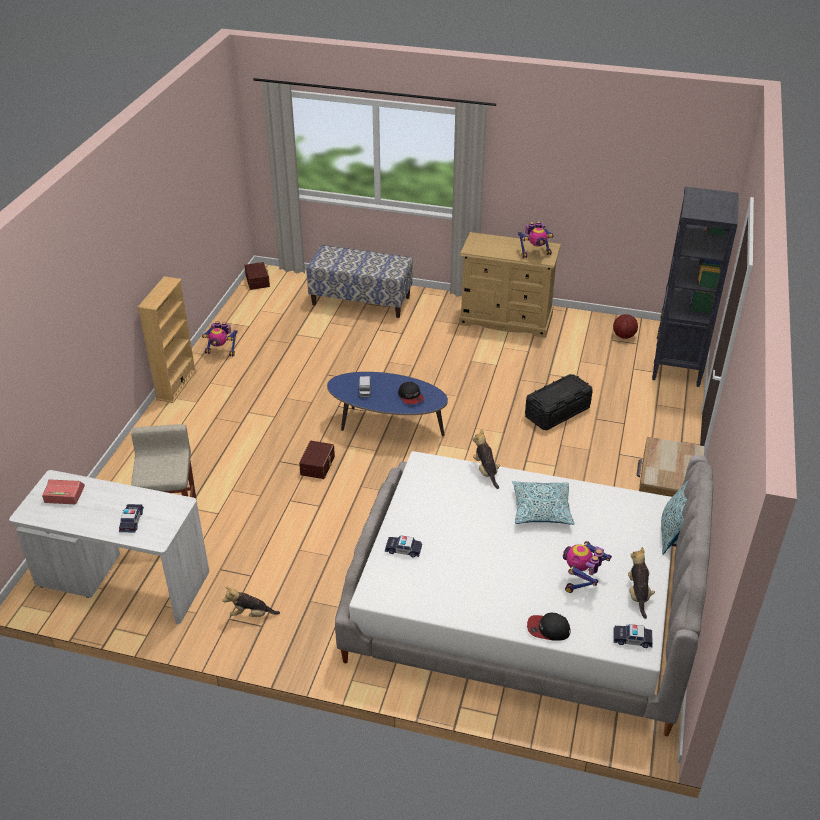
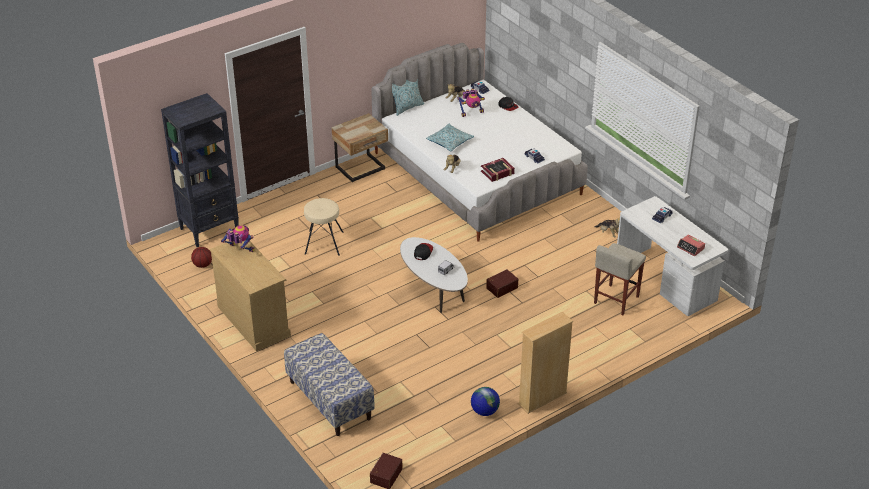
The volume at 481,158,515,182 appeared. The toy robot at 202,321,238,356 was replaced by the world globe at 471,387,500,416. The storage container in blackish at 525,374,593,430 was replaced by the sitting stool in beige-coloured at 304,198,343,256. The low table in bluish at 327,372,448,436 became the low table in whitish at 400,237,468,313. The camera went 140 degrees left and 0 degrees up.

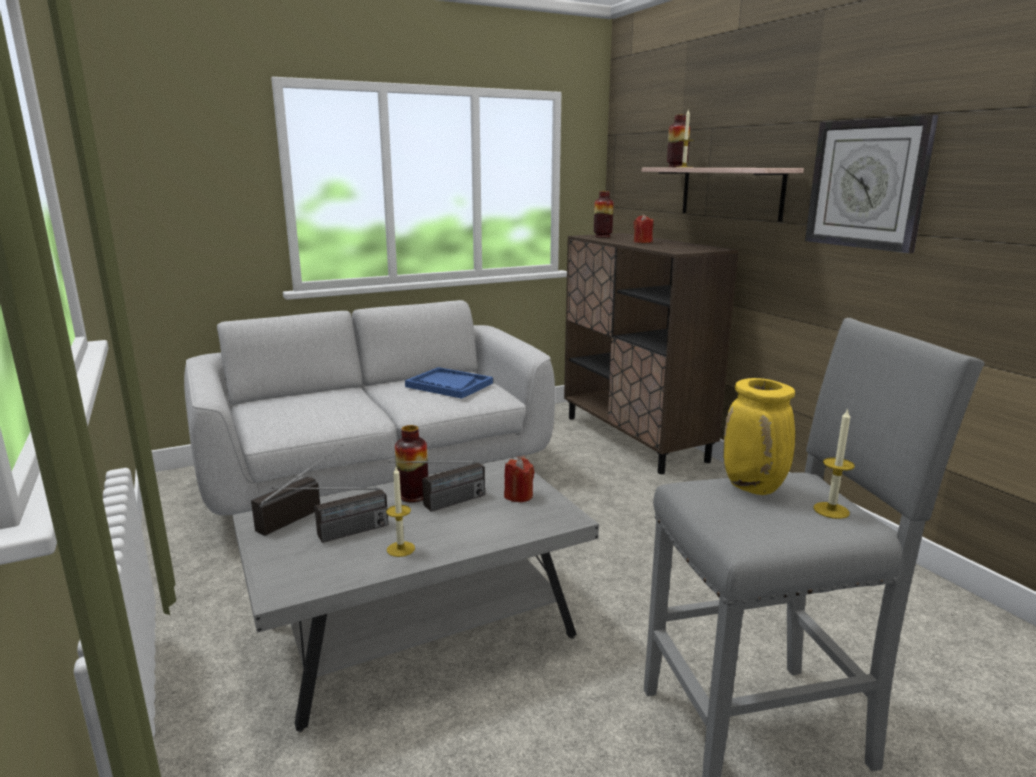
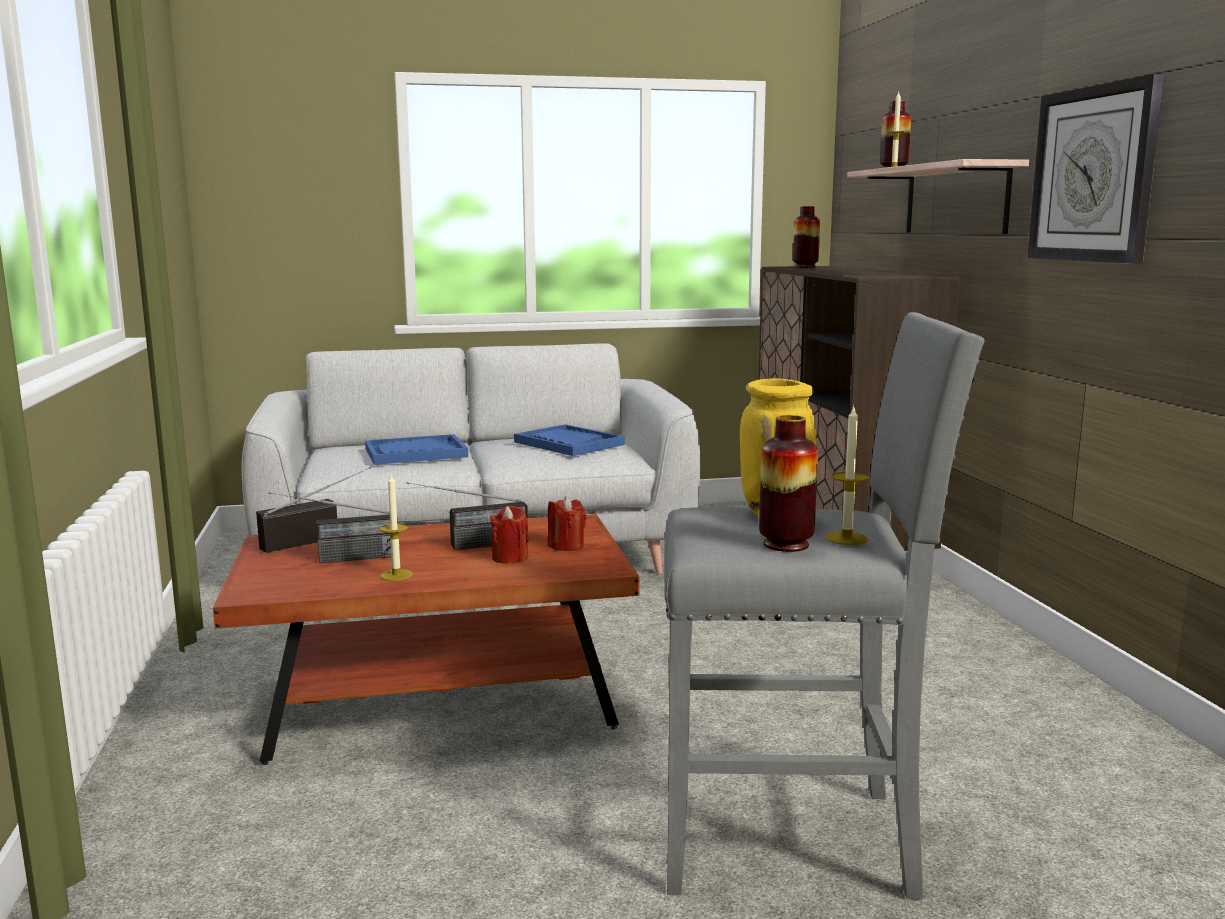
The serving tray in bluish at 365,434,468,465 appeared. The vase moved from 395,425,428,502 to 759,415,818,552. The wax candle in red-coloured moved from 634,214,653,243 to 490,506,528,564. The low table in grey at 233,457,599,732 became the low table in brown at 213,514,639,765. The camera went 15 degrees right and 5 degrees down.

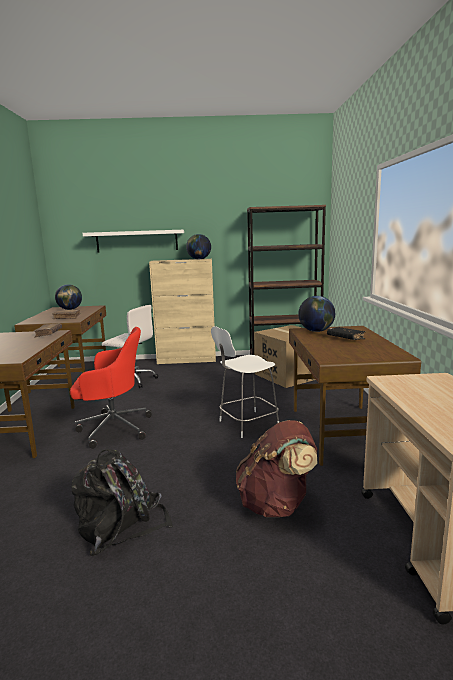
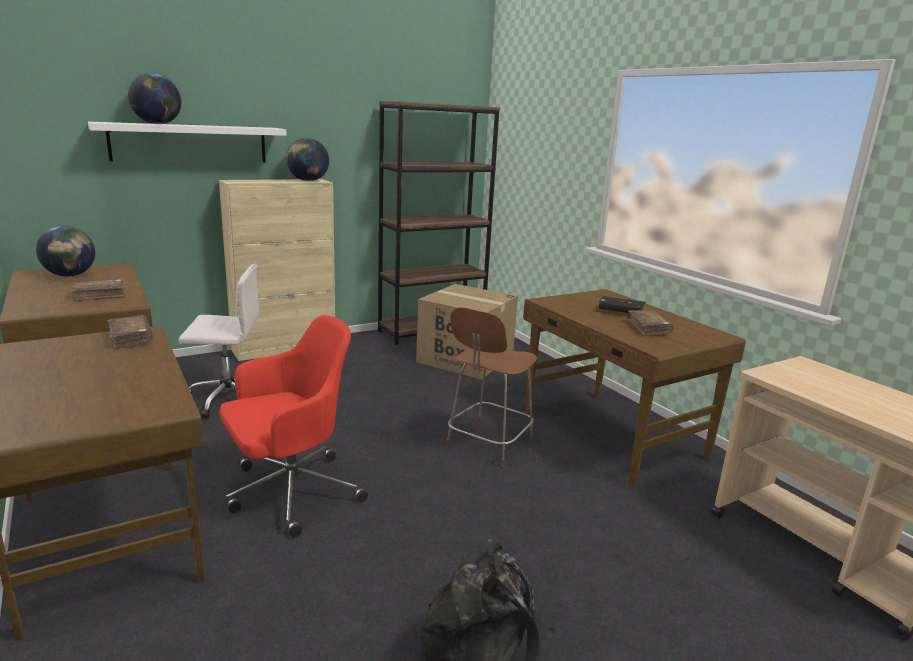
The backpack in brown at 236,420,318,517 disappeared. The volume in brown at 627,310,674,336 appeared. The world globe moved from 298,296,335,332 to 128,73,181,124. The chair in whitish at 211,326,279,438 became the chair in brown at 446,307,537,468. The camera went 30 degrees left and 5 degrees up.

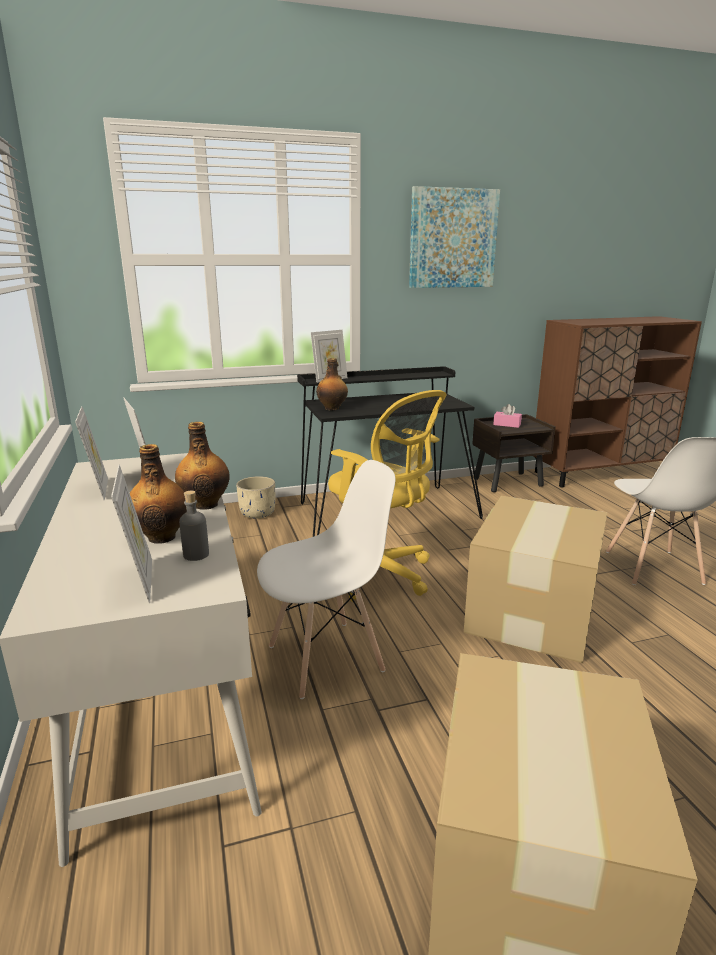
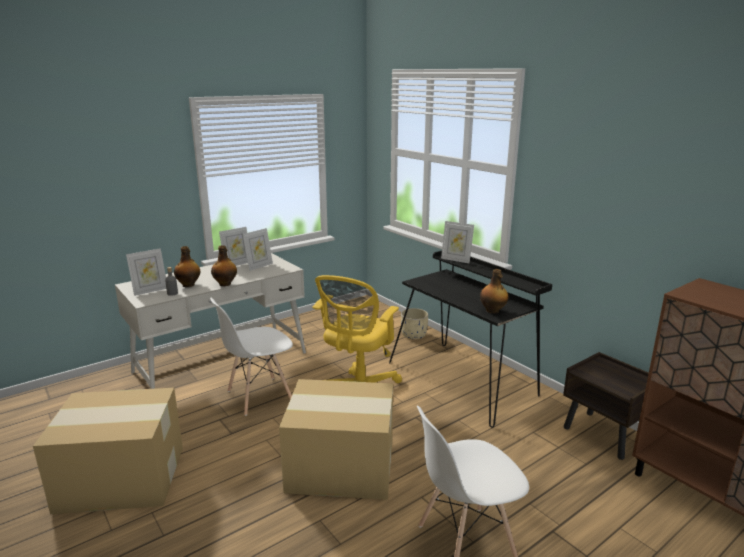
The picture at 409,186,500,288 disappeared. The tissue holder in pinkish at 493,404,522,428 disappeared. The bottle moved from 316,358,348,411 to 480,269,508,314. The chair in whitish at 257,460,395,699 turned 105 degrees clockwise. The camera went 70 degrees right and 0 degrees up.

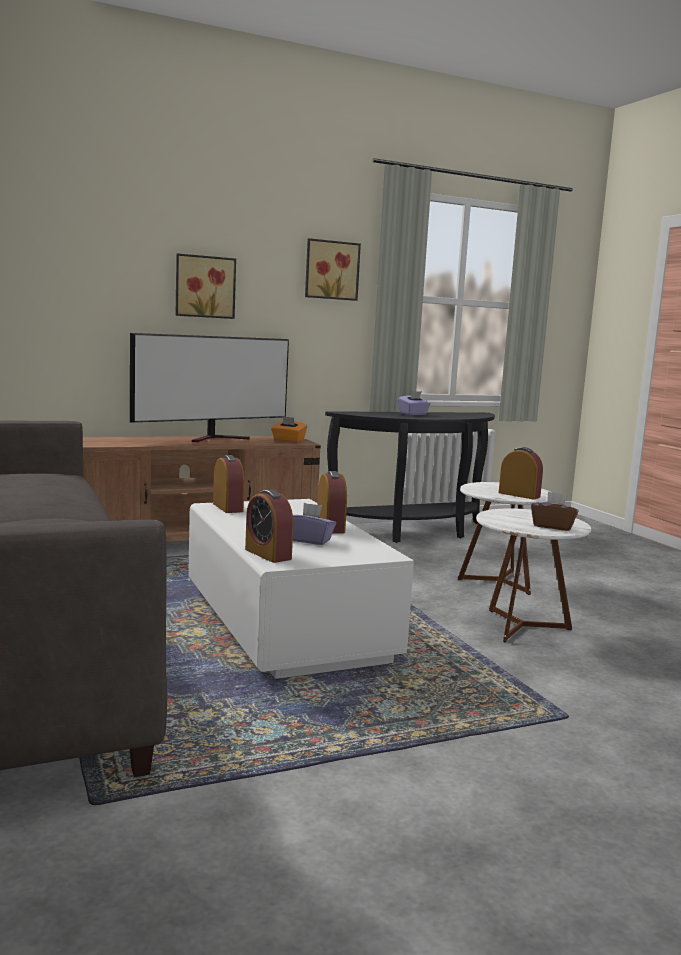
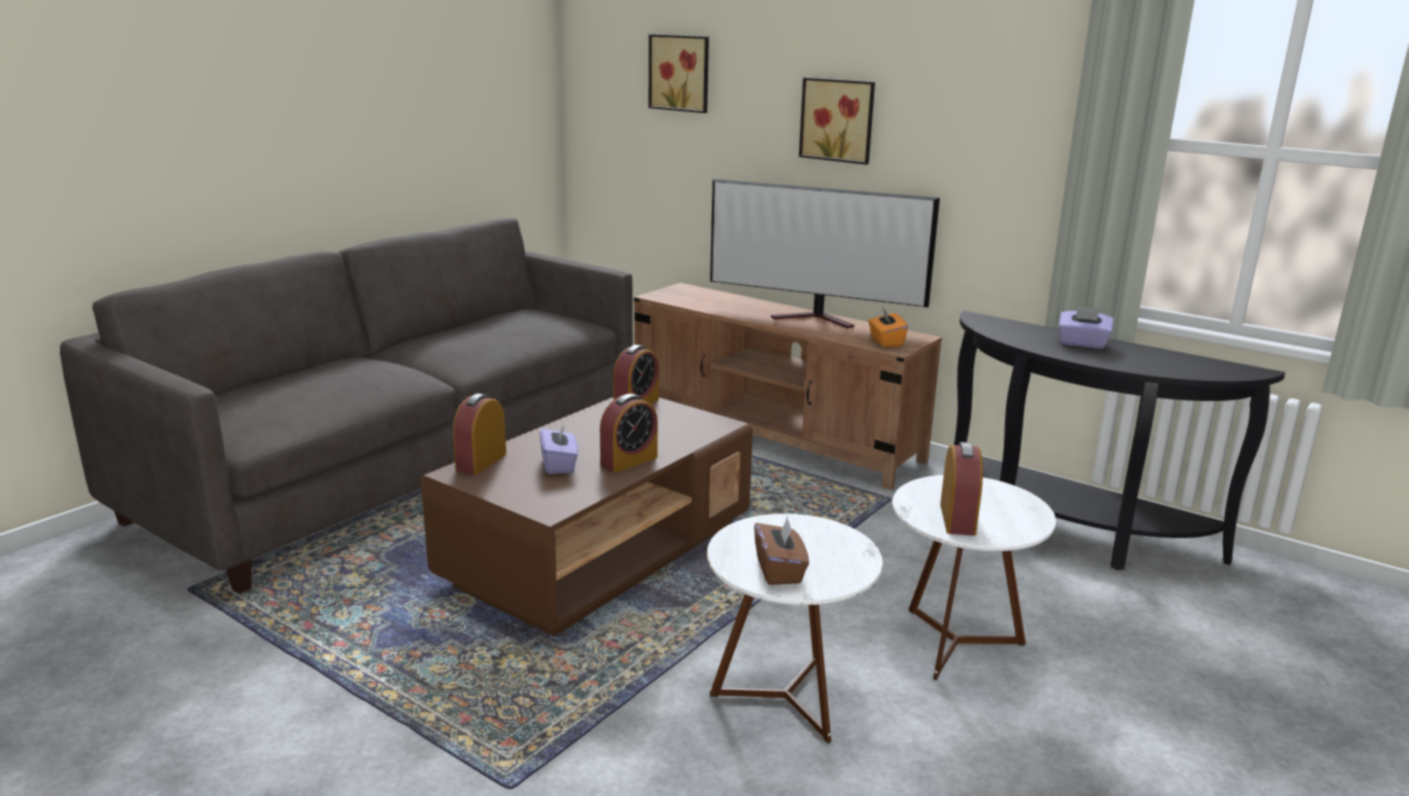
The picture moved from 305,238,361,301 to 649,34,709,113. The low table in whitish at 188,499,414,679 became the low table in brown at 421,397,753,636. The camera went 60 degrees right and 10 degrees up.

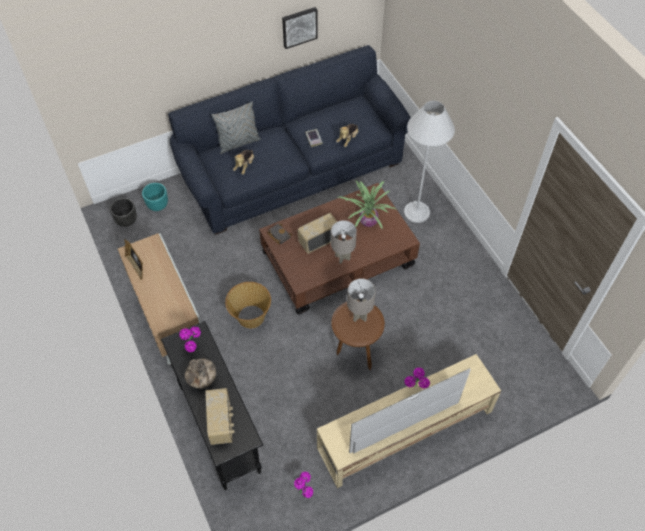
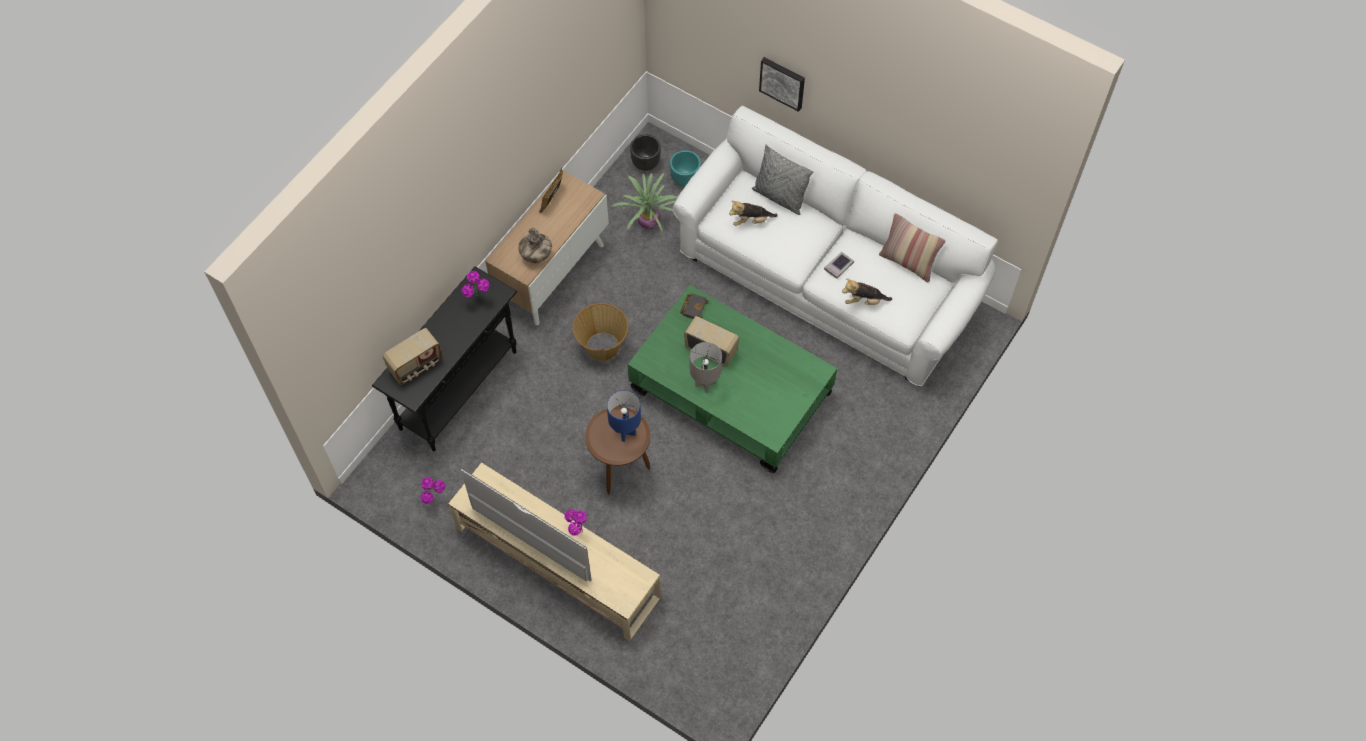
The standard lamp in whitish at 404,101,455,223 disappeared. The cushion at 879,213,945,282 appeared. The vase moved from 185,359,216,389 to 518,228,552,263. The picture moved from 282,7,318,49 to 759,57,805,112. The plant in a pot moved from 338,180,397,230 to 611,173,678,233. The settee in bluish at 168,45,411,235 became the settee in whitish at 673,106,998,387. The low table in brown at 259,183,420,314 became the low table in green-coloured at 628,285,837,473. The tabletop lamp in grey at 347,278,376,322 became the tabletop lamp in bluish at 607,390,641,442. The camera went 60 degrees right and 5 degrees up.

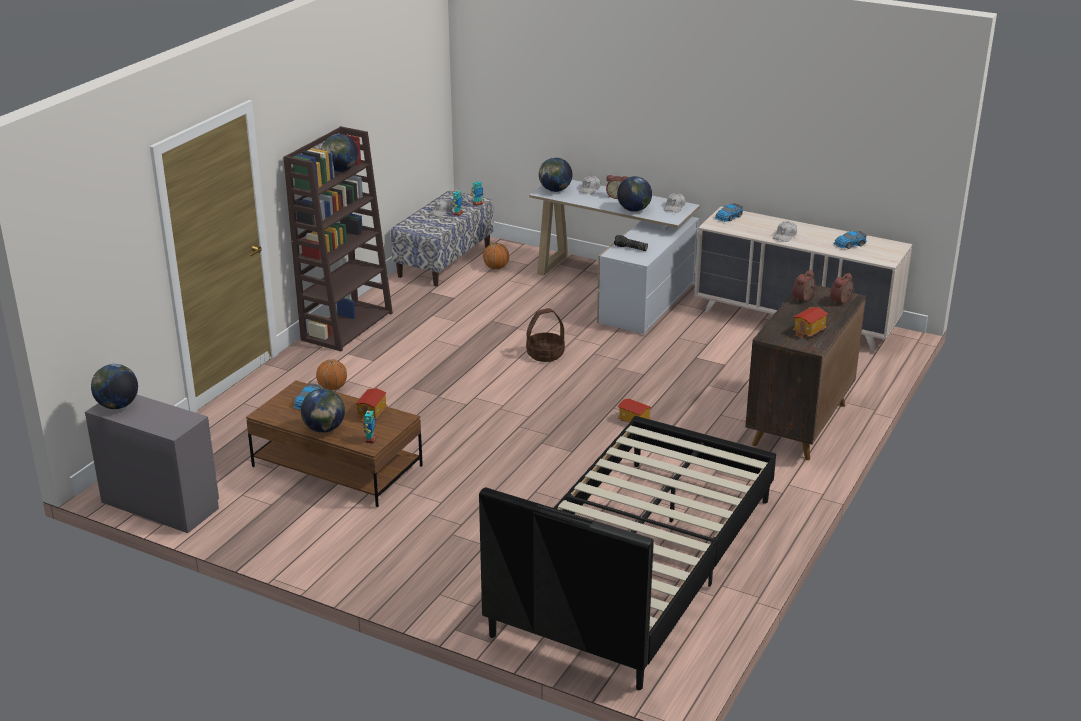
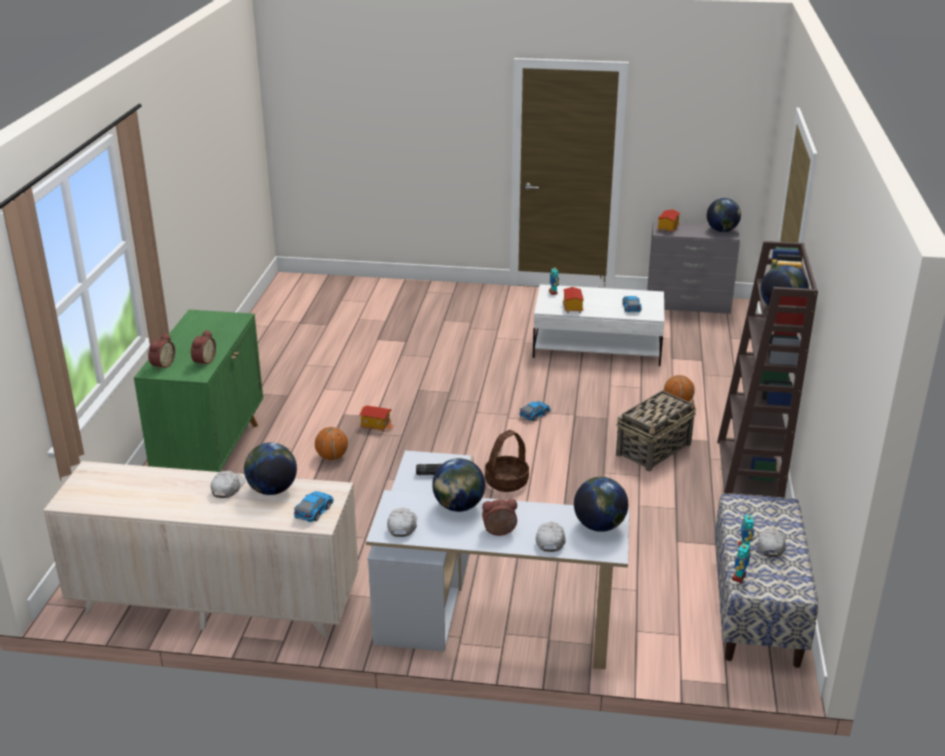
The bedroom bed in blackish at 479,416,776,690 disappeared. The household basket at 616,390,696,472 appeared. The world globe moved from 301,389,345,433 to 244,443,297,495. The ball for basketball moved from 483,243,509,270 to 315,427,348,460. The miniature house moved from 793,307,828,338 to 657,209,680,233. The model car moved from 834,231,867,249 to 519,401,551,421. The low table in brown at 246,380,423,507 became the low table in whitish at 533,284,665,366. The cupboard in brown at 745,285,866,460 became the cupboard in green-coloured at 134,310,263,472. The camera went 160 degrees right and 0 degrees up.

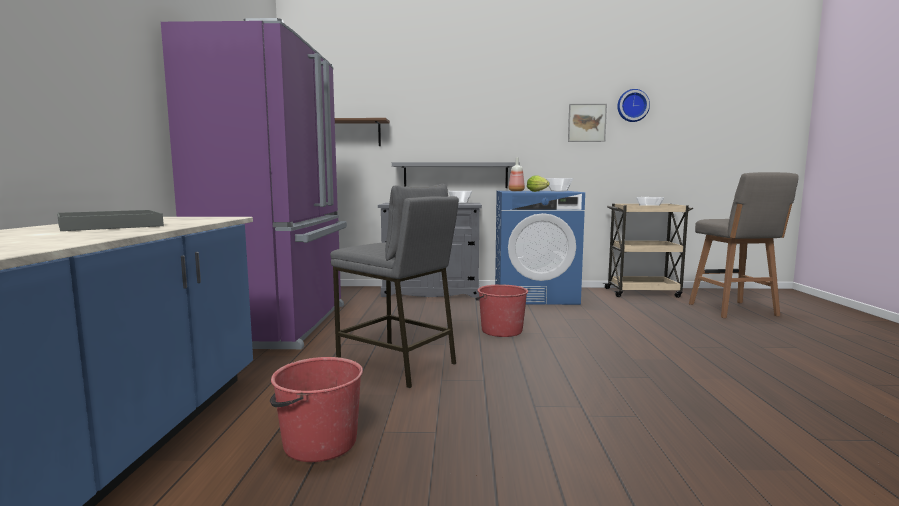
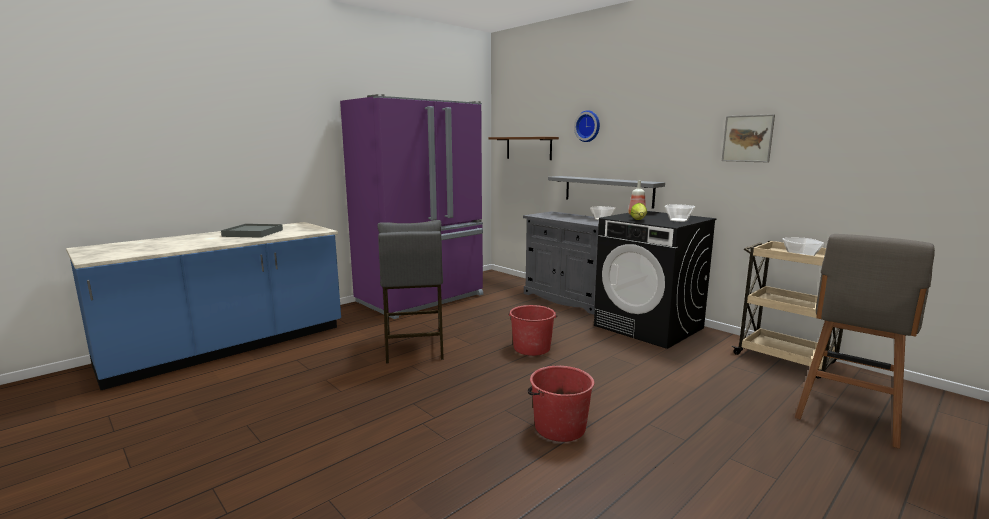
The bucket in red-coloured moved from 270,357,363,462 to 528,366,594,442. The clock on the wall moved from 617,89,650,122 to 574,110,600,142. The washing machine in bluish at 495,191,585,305 became the washing machine in blackish at 594,211,717,349. The camera went 45 degrees right and 5 degrees up.

